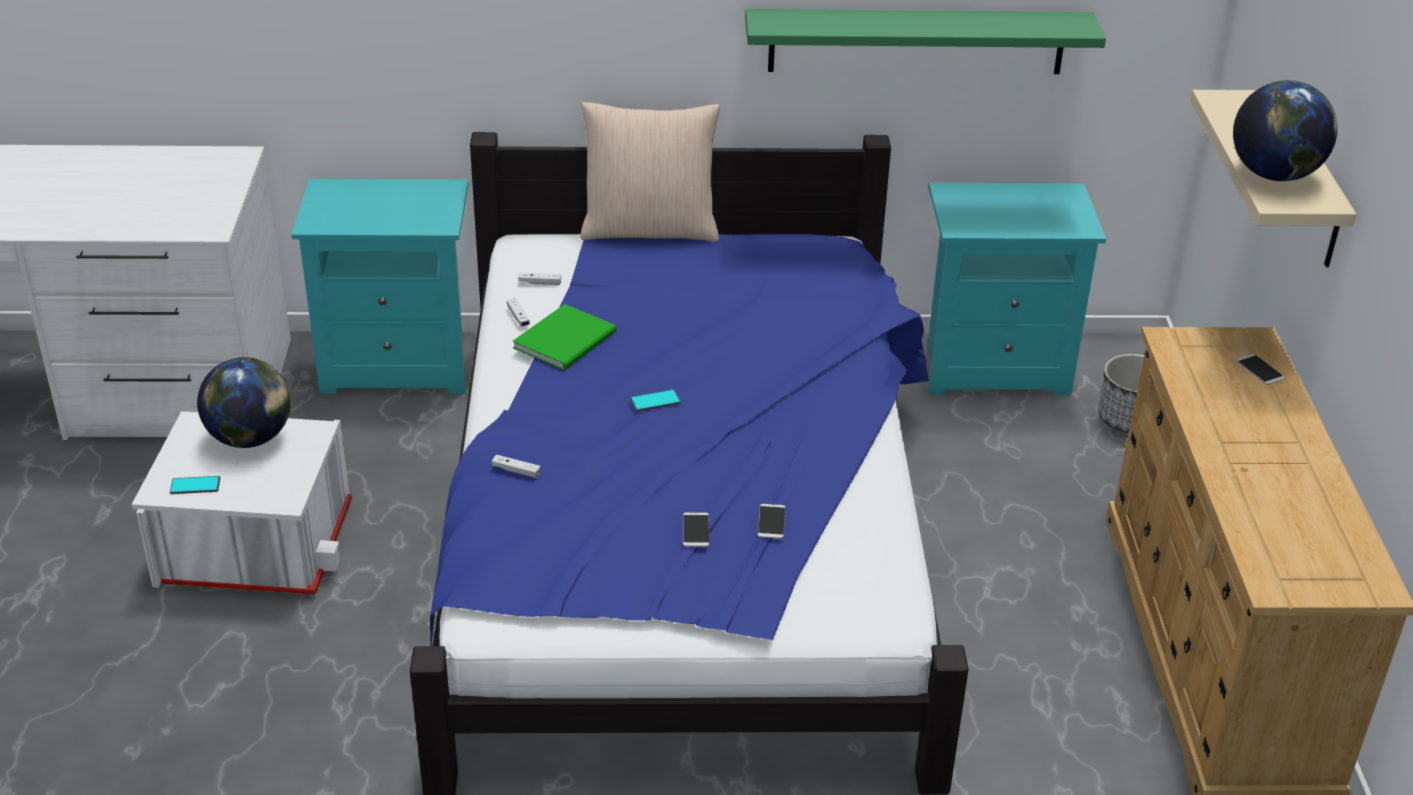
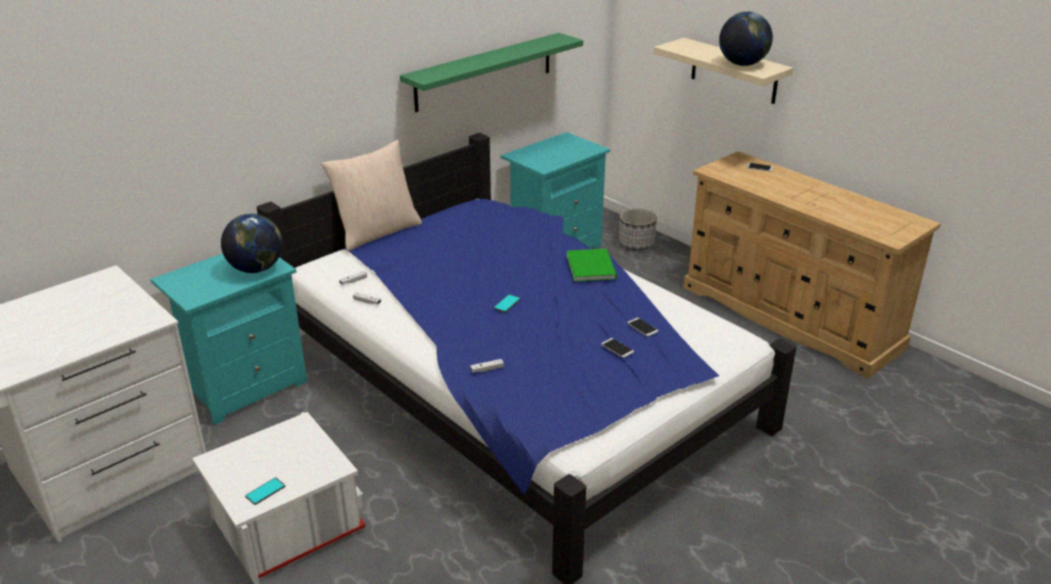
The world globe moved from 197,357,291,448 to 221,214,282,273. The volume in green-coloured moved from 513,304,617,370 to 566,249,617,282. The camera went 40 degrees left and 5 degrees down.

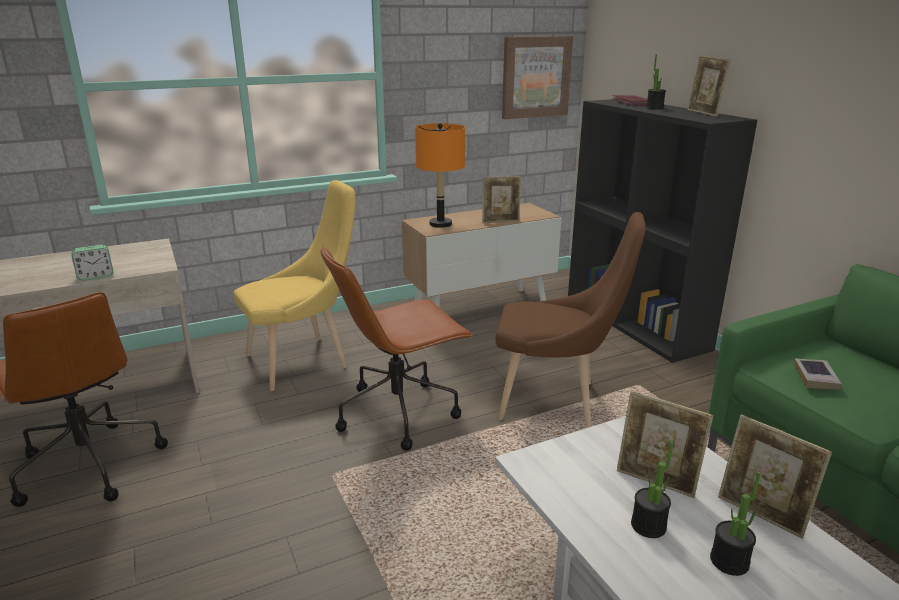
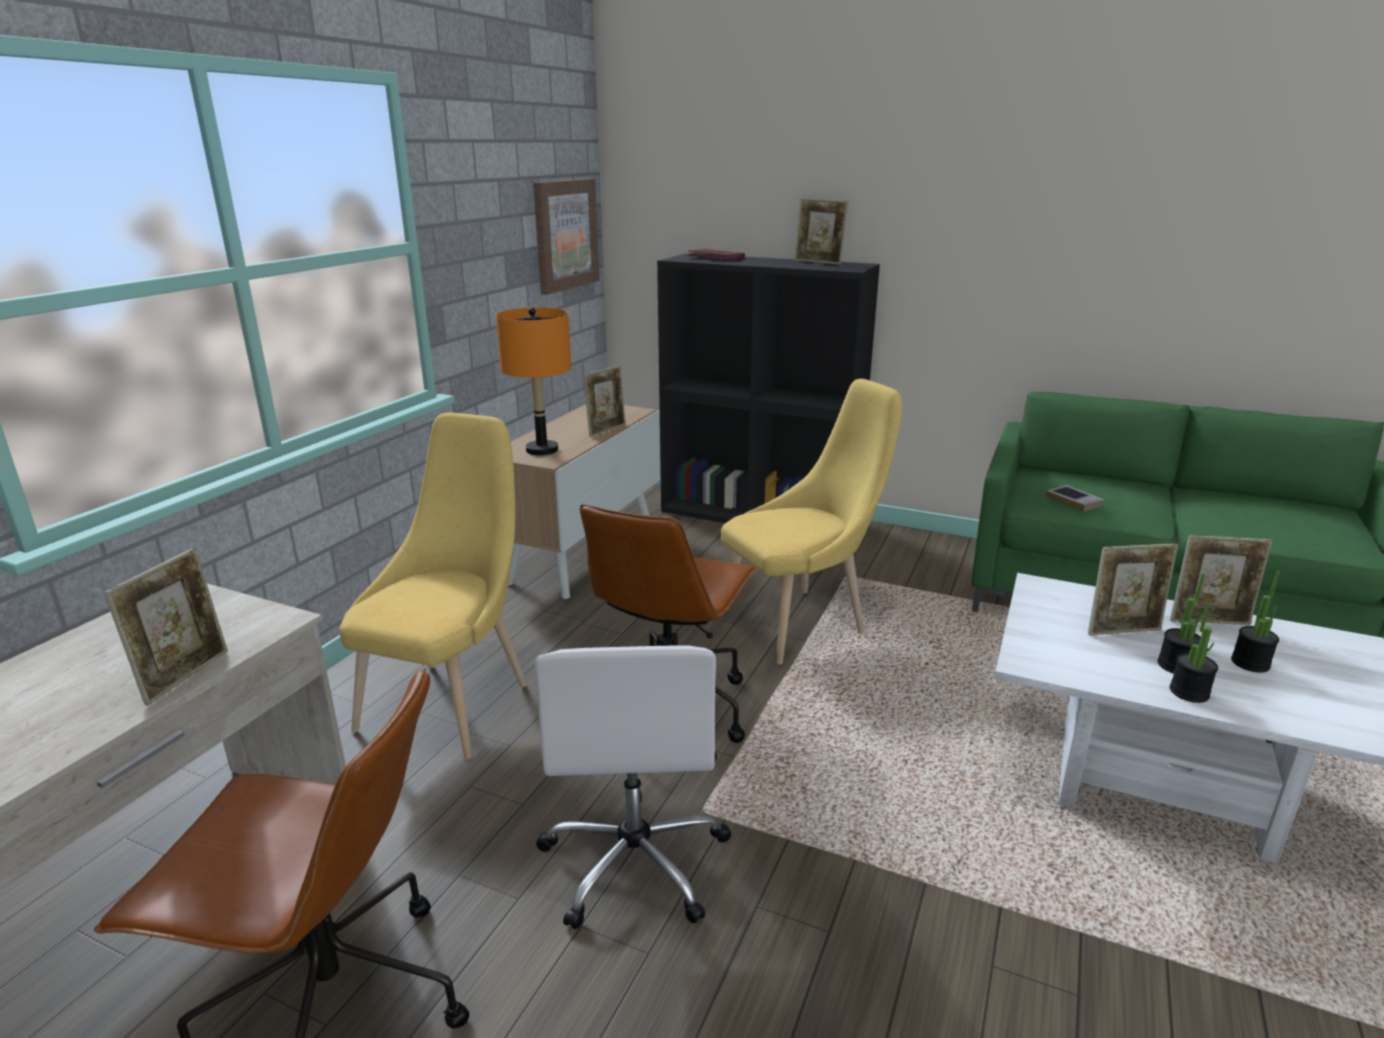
The desk chair in whitish at 534,646,732,929 appeared. The plant in a pot moved from 646,54,666,109 to 1170,602,1218,703. The alarm clock at 72,245,113,281 was replaced by the picture frame at 104,548,228,705. The chair in brown at 496,212,646,427 became the chair in yellow at 721,379,902,665. The camera went 40 degrees left and 0 degrees up.

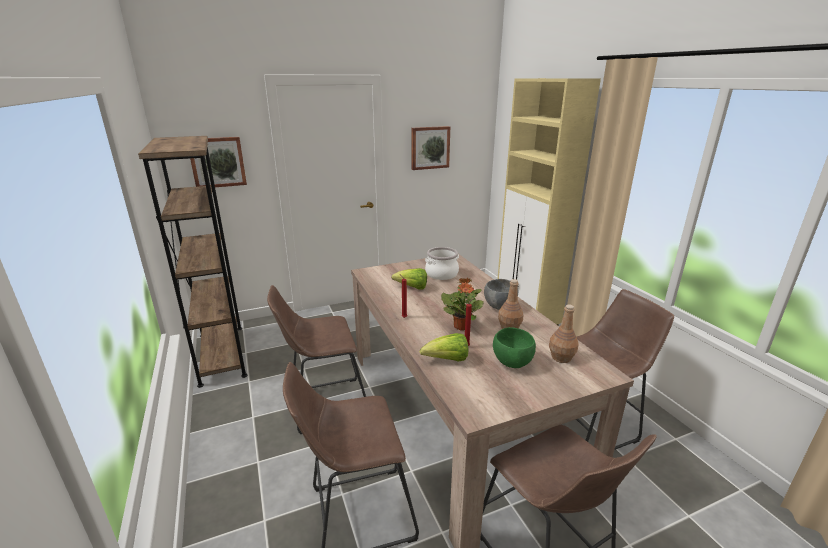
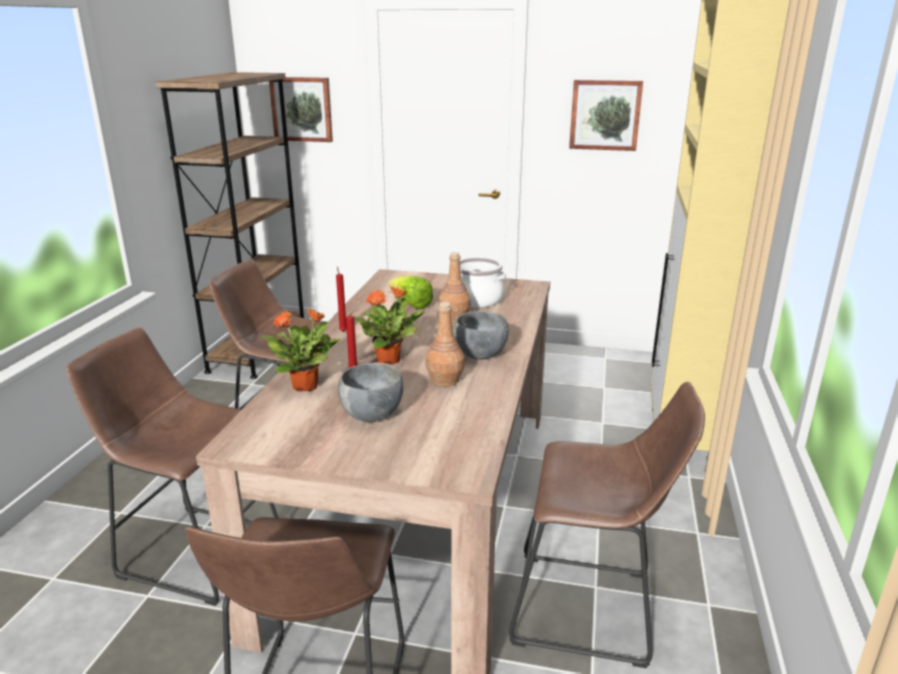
The bottle in brown moved from 549,304,578,363 to 439,252,471,323. The lettuce at 420,333,468,361 was replaced by the plant in a pot at 261,308,340,392. The serving bowl in green-coloured at 493,327,536,368 became the serving bowl in grey at 338,363,403,422. The camera went 35 degrees right and 0 degrees up.

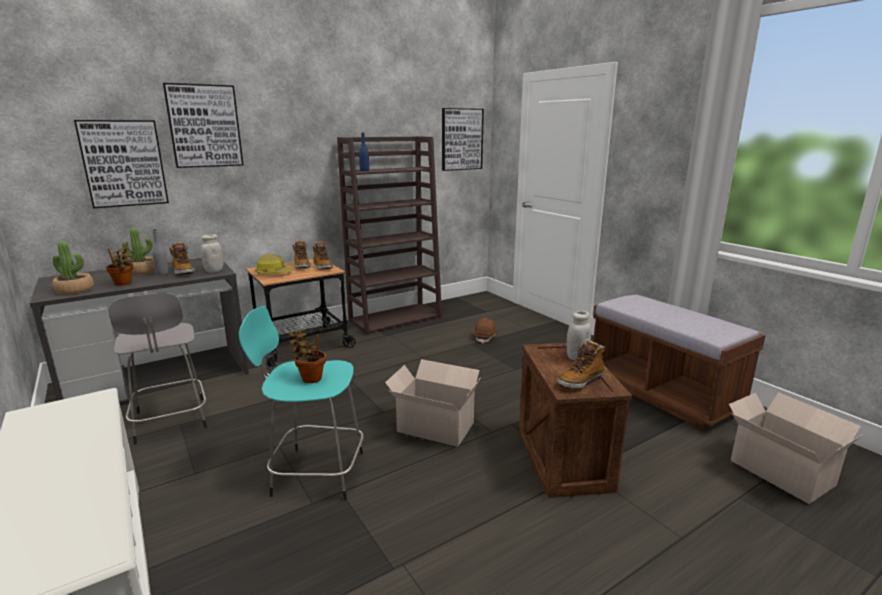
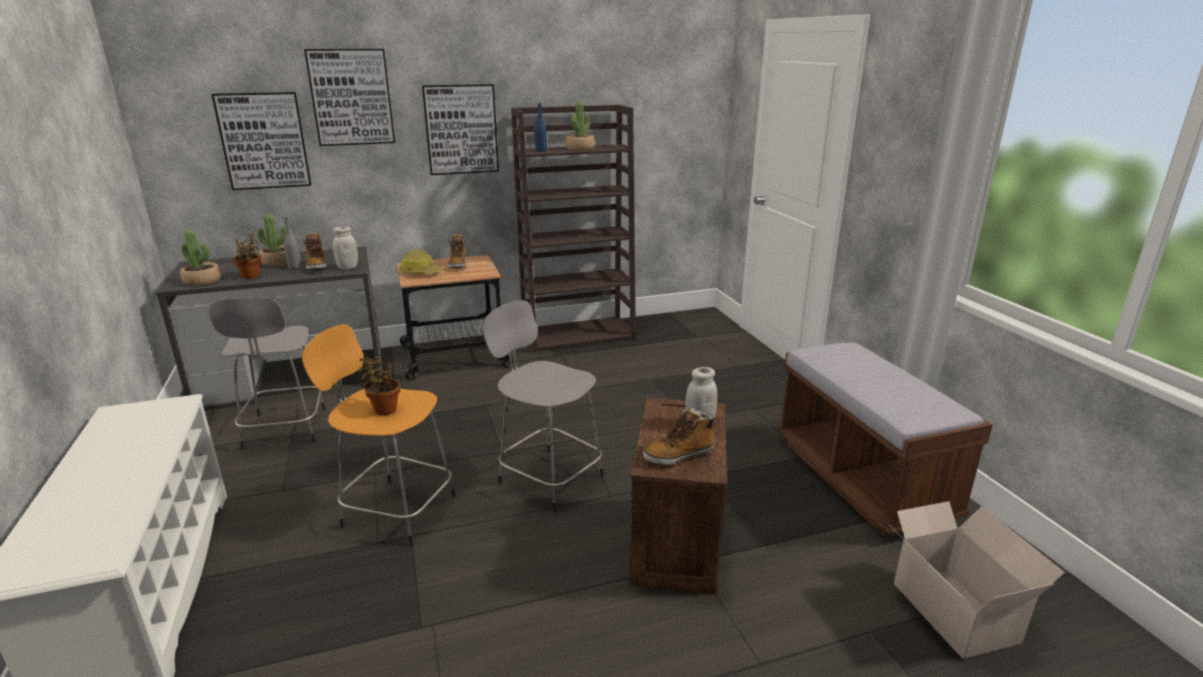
The boot at 313,242,333,270 disappeared. The work helmet in brown at 473,318,498,344 disappeared. The plant in a pot at 565,102,595,150 appeared. The picture moved from 442,108,484,171 to 422,84,499,175. The carton at 385,359,481,447 was replaced by the sitting stool in grey at 482,300,604,513. The sitting stool in turquoise at 239,306,364,500 became the sitting stool in orange-coloured at 302,324,455,546. The camera went 15 degrees right and 5 degrees up.

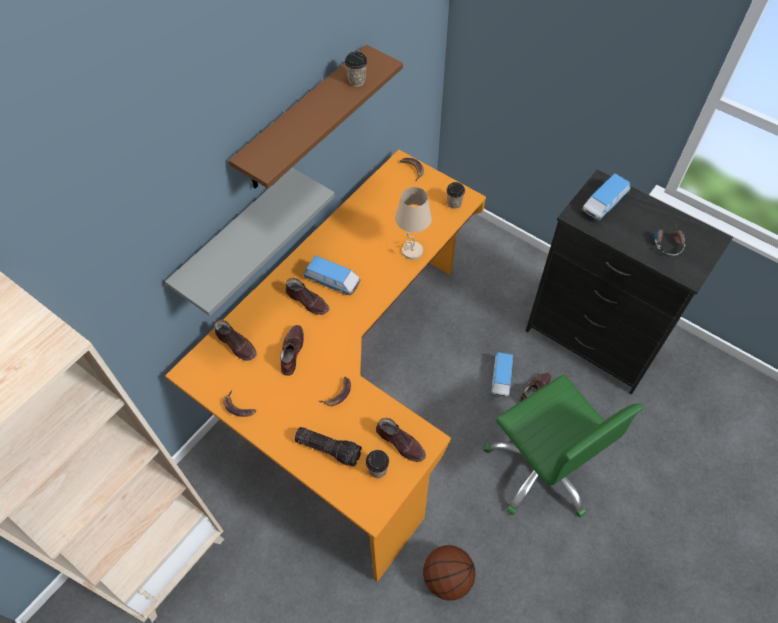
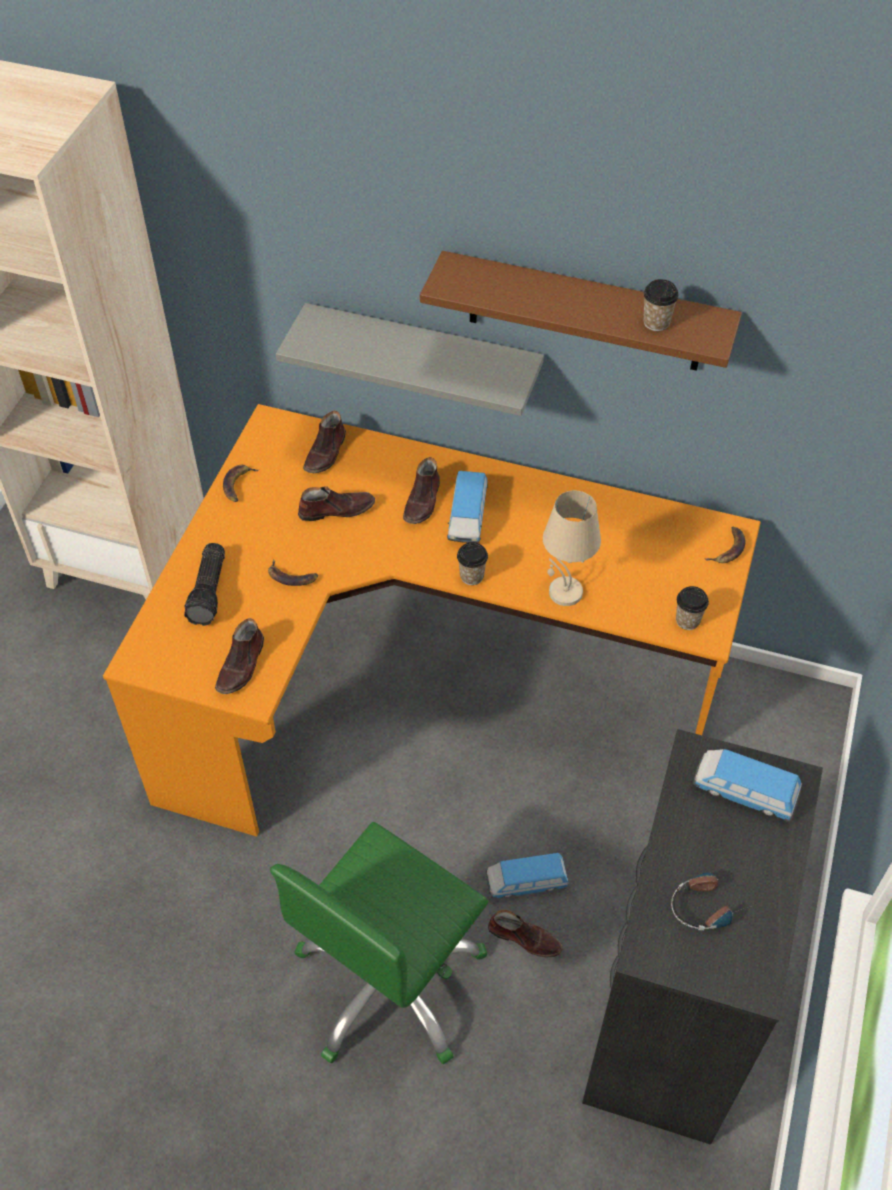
The ball for basketball at 423,545,475,600 disappeared. The small cup moved from 366,450,389,478 to 457,542,488,585. The camera went 70 degrees right and 5 degrees down.

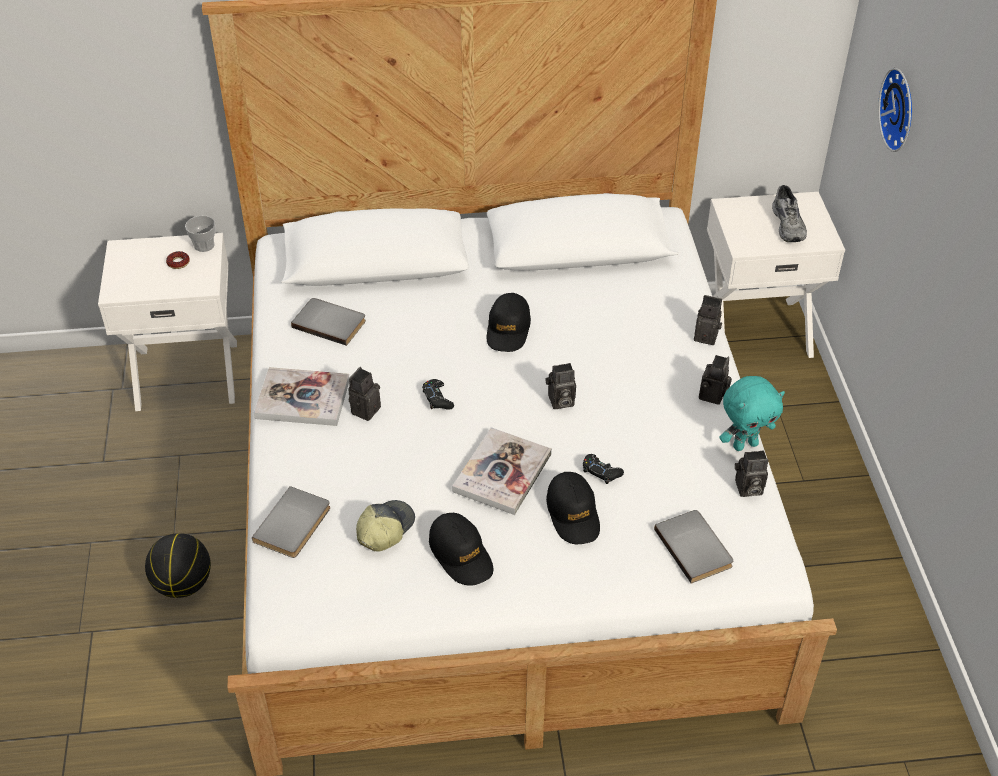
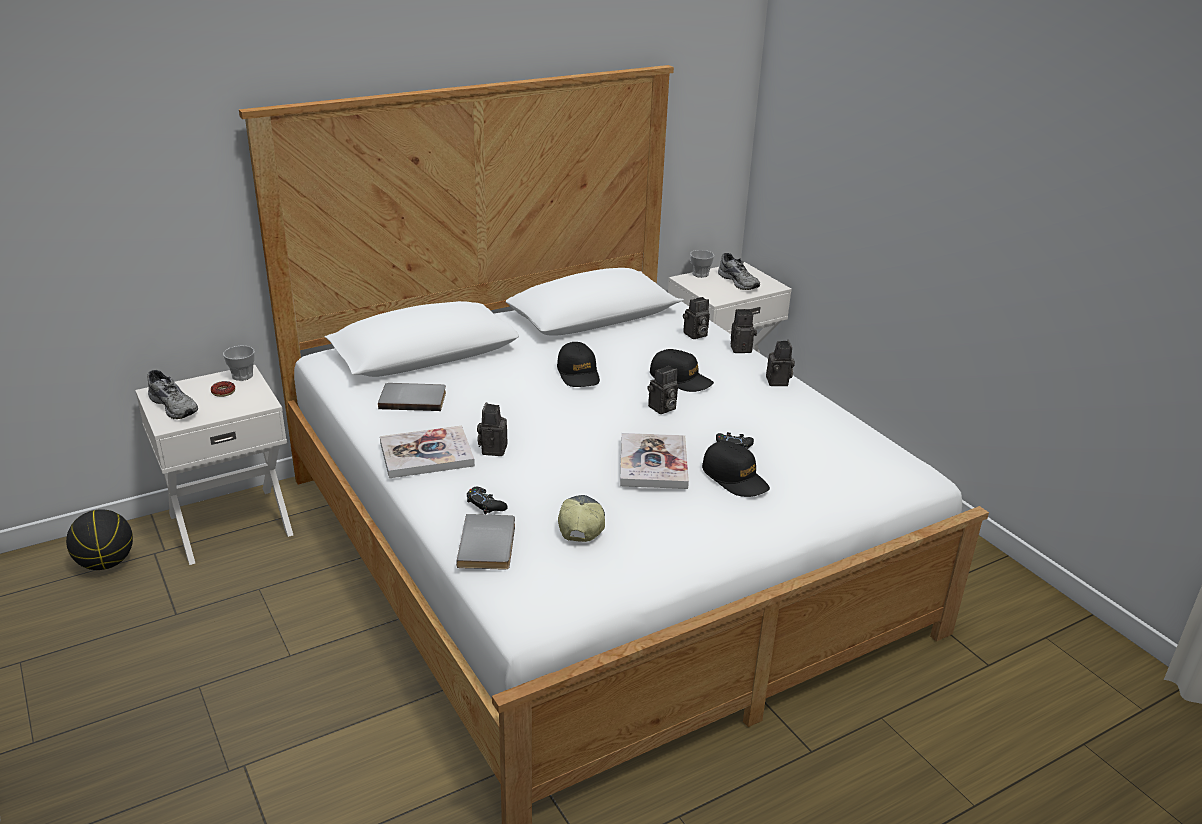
The volume in grey at 654,510,733,584 disappeared. The cuddly toy in turquoise at 720,376,785,451 disappeared. The clock on the wall at 878,68,912,152 disappeared. The low shoe in grey at 147,370,198,419 appeared. The small cup at 690,250,714,278 appeared. The ball for basketball moved from 145,533,211,598 to 66,509,133,570. The game controller in blackish moved from 422,379,454,410 to 467,487,508,514. The peaked cap in blackish moved from 429,513,493,586 to 650,349,714,392. The still camera moved from 735,450,768,497 to 683,297,710,339. The camera went 25 degrees left and 15 degrees down.

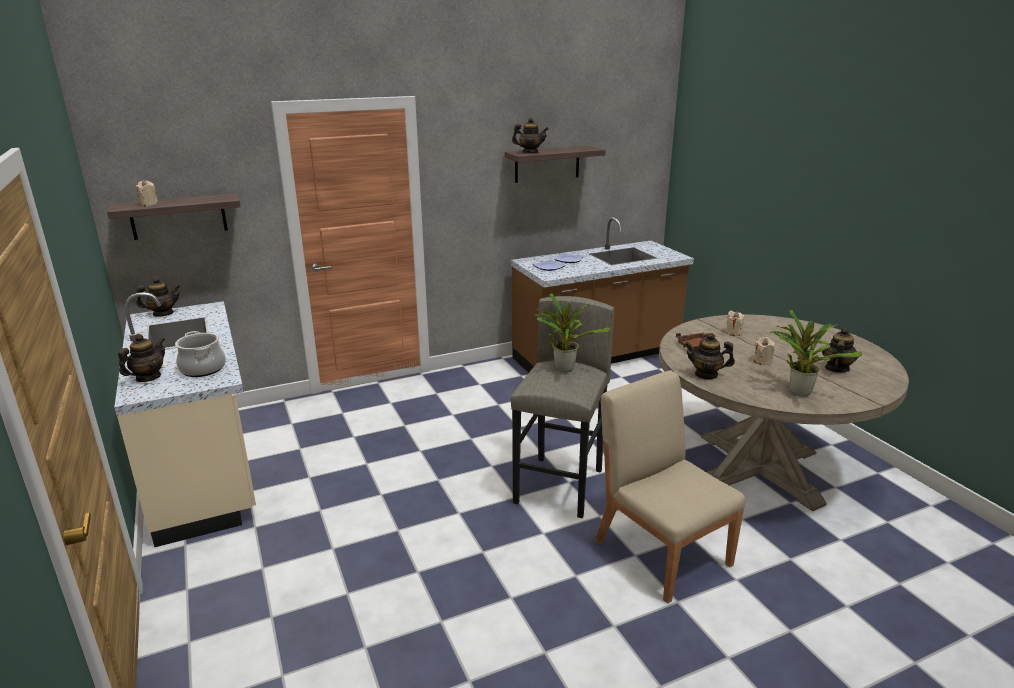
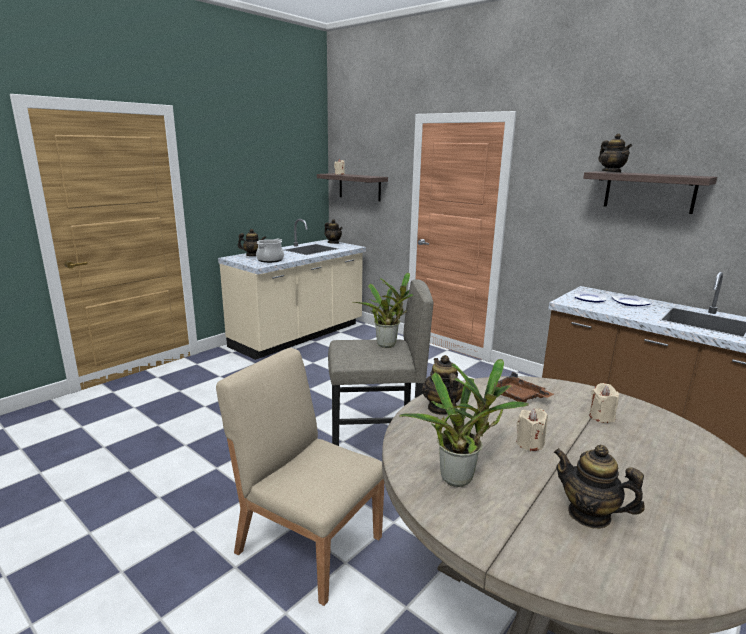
The chair in beige-coloured at 595,370,746,604 turned 90 degrees counterclockwise. The tea pot at 822,328,858,373 turned 150 degrees counterclockwise. The camera went 65 degrees right and 5 degrees down.

